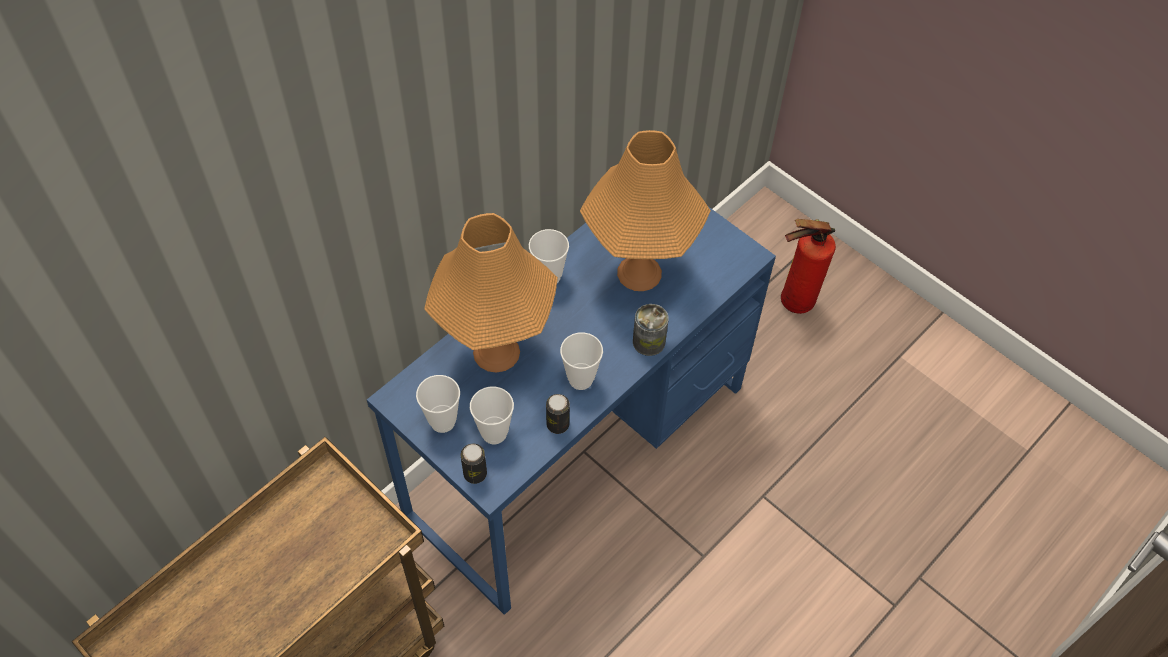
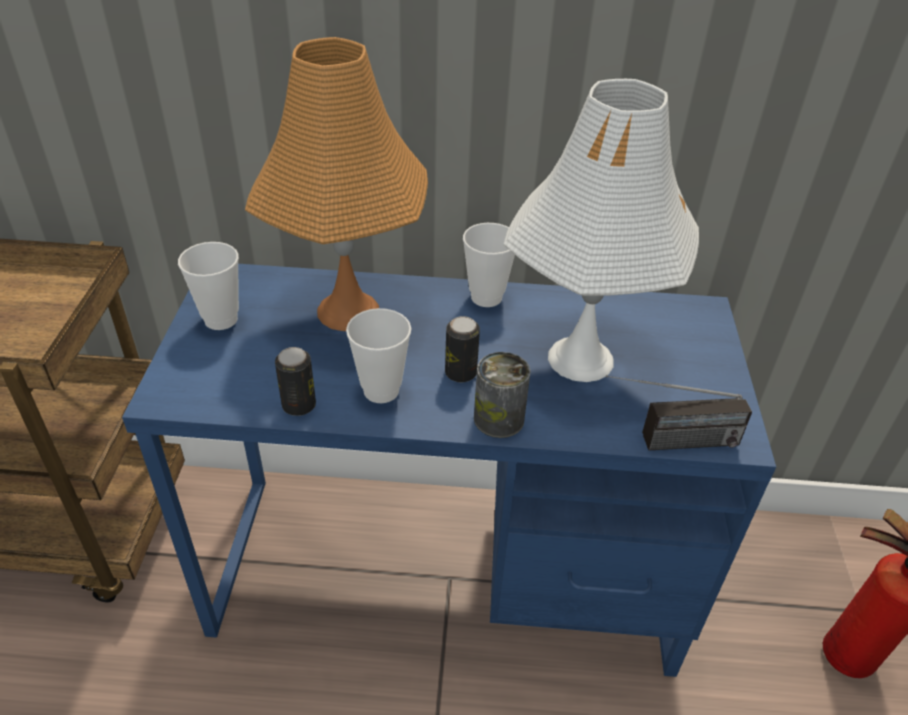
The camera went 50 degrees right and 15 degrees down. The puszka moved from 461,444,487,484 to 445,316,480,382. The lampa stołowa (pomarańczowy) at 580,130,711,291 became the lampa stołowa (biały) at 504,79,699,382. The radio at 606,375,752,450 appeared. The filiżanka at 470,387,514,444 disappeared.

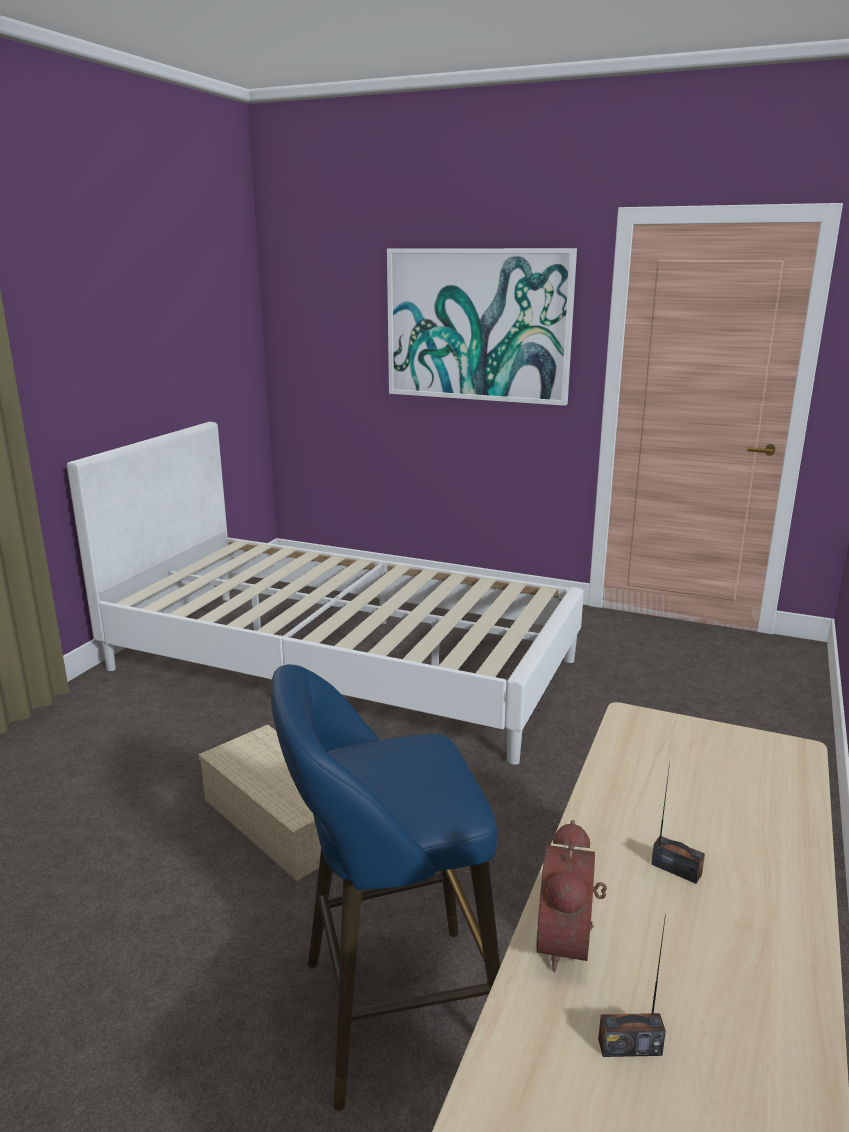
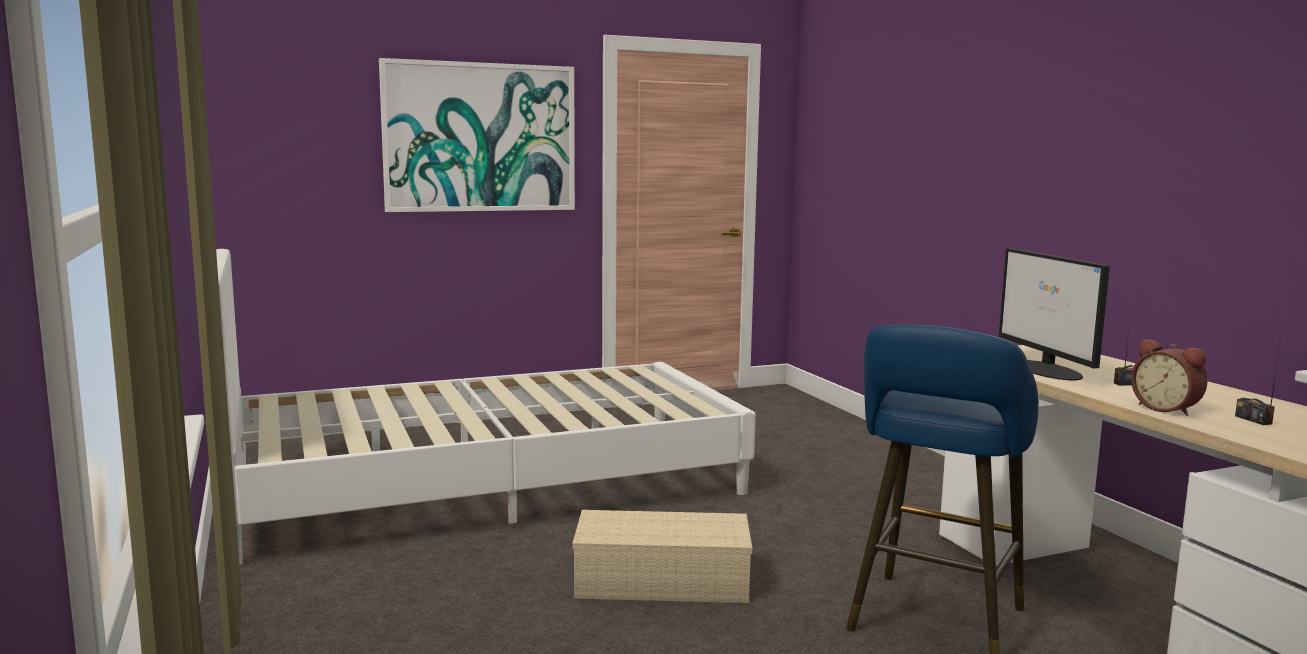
The camera went 45 degrees left and 10 degrees down. The monitor at 999,248,1110,381 appeared. The radio at 598,913,666,1057 turned 120 degrees clockwise.

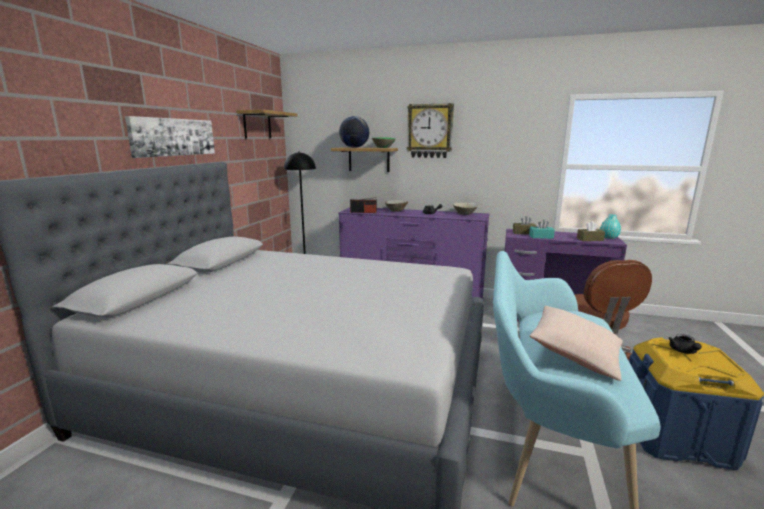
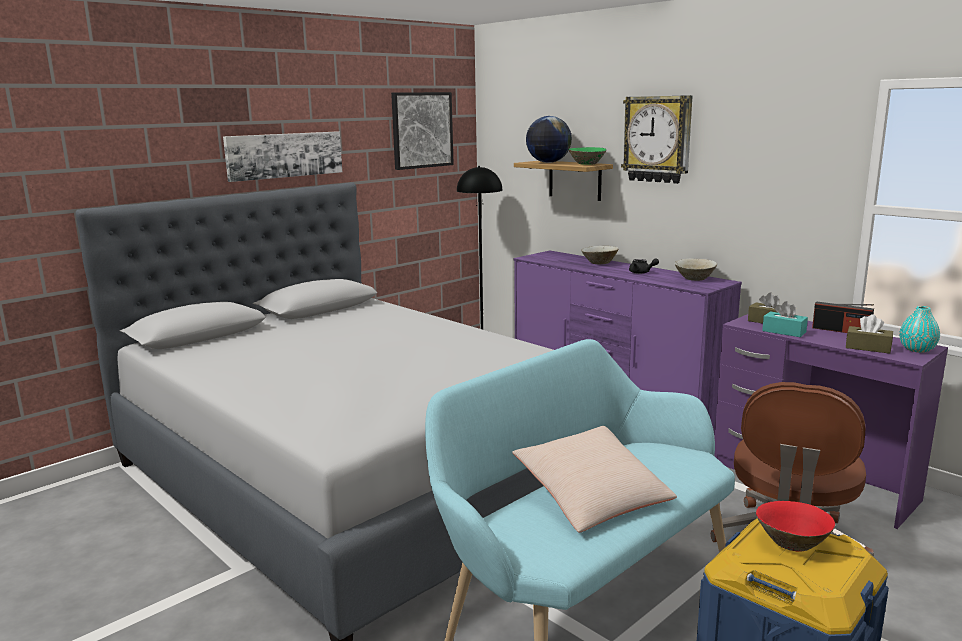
The camera went 30 degrees right and 0 degrees up. The półka at 237,110,298,138 was replaced by the obraz at 391,92,454,170. The imbryk (czarny) at 668,334,702,354 was replaced by the miska (czerwony) at 756,501,835,551. The radio moved from 350,197,377,213 to 812,302,874,333.

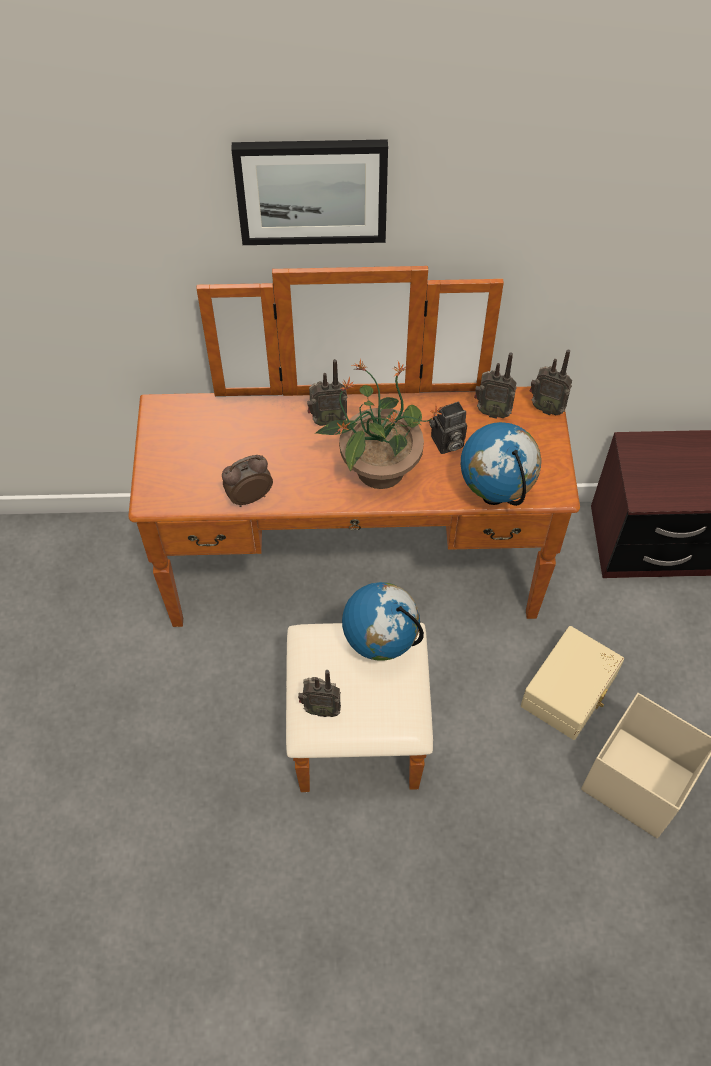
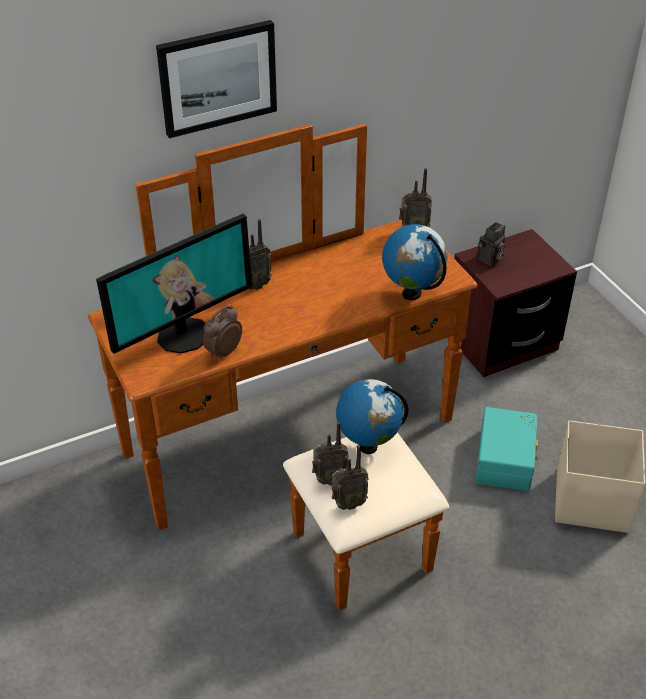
The camera went 25 degrees left and 15 degrees down. The monitor at 96,214,252,354 appeared. The radio moved from 474,353,517,419 to 312,421,349,486. The pojemnik do przechowywania (beżowy) at 521,626,624,740 became the pojemnik do przechowywania (turkusowy) at 476,407,538,491. The aparat fotograficzny moved from 429,401,467,454 to 477,222,505,266. The roślina doniczkowa at 316,358,443,489 disappeared.

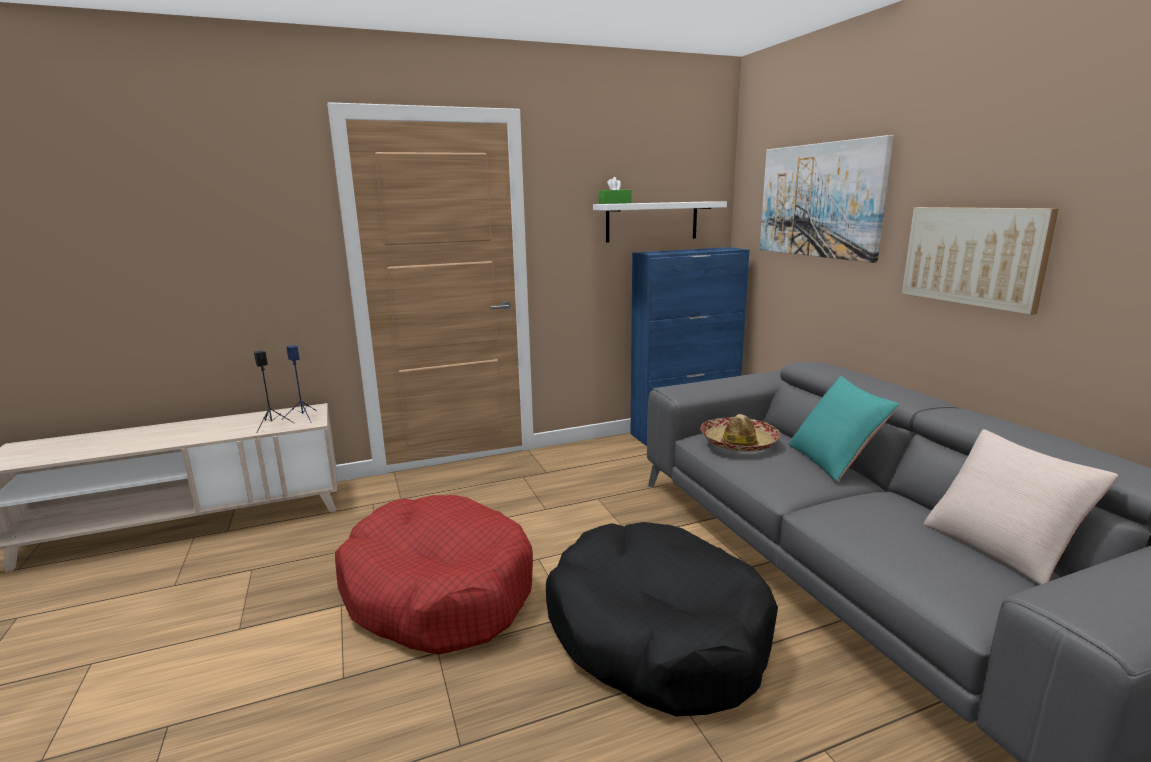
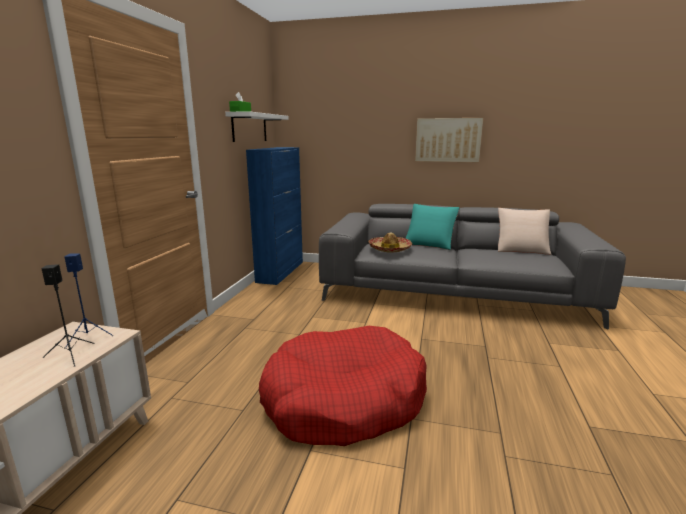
The camera went 55 degrees left and 0 degrees up. The legowisko (czarny) at 546,522,778,717 disappeared. The obraz at 760,135,893,263 disappeared.

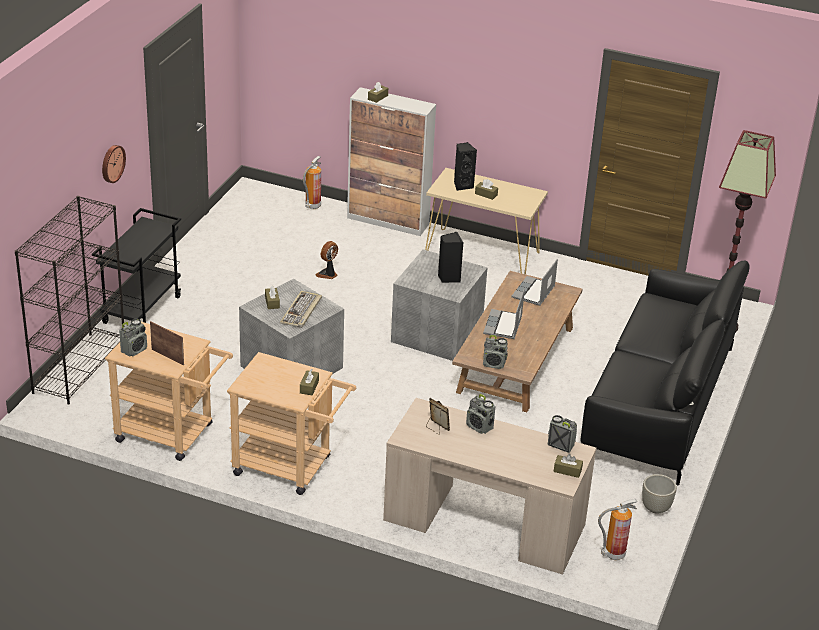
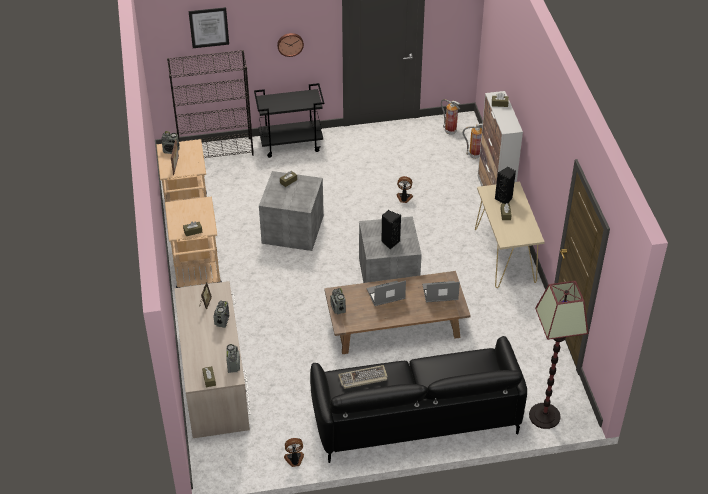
The camera went 60 degrees right and 10 degrees up. The obraz at 188,7,229,48 appeared. The donica (szary) at 642,474,677,514 was replaced by the wentylator at 284,438,304,467. The klawiatura moved from 280,291,322,328 to 338,365,388,389. The gaśnica moved from 598,499,637,560 to 441,99,460,134.

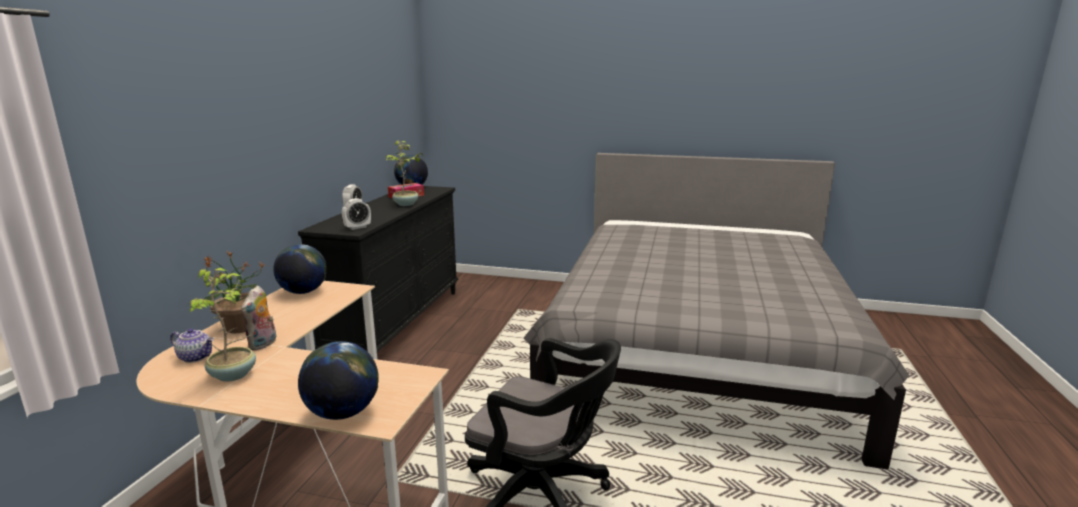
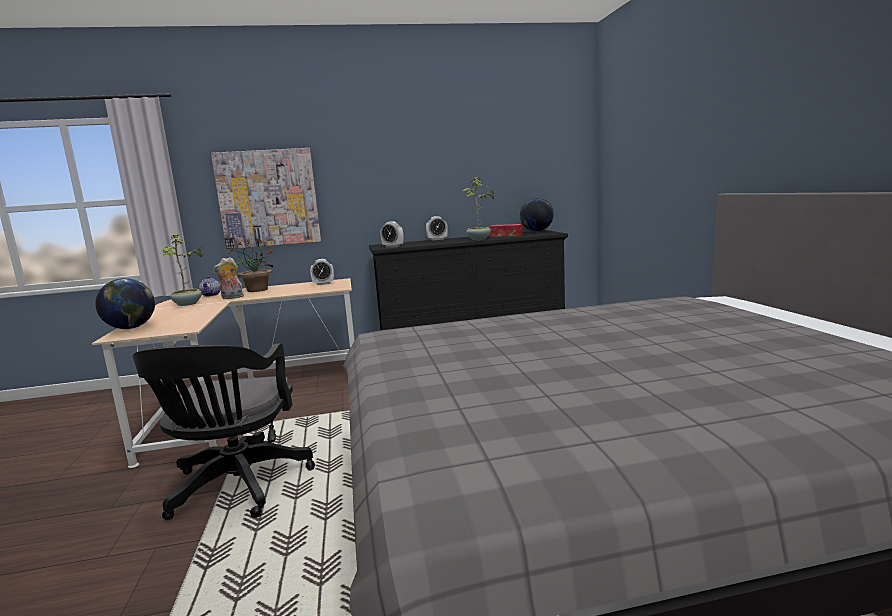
The camera went 65 degrees right and 5 degrees down. The obraz at 211,148,321,249 appeared. The globus at 273,244,327,294 was replaced by the budzik at 310,259,334,285.

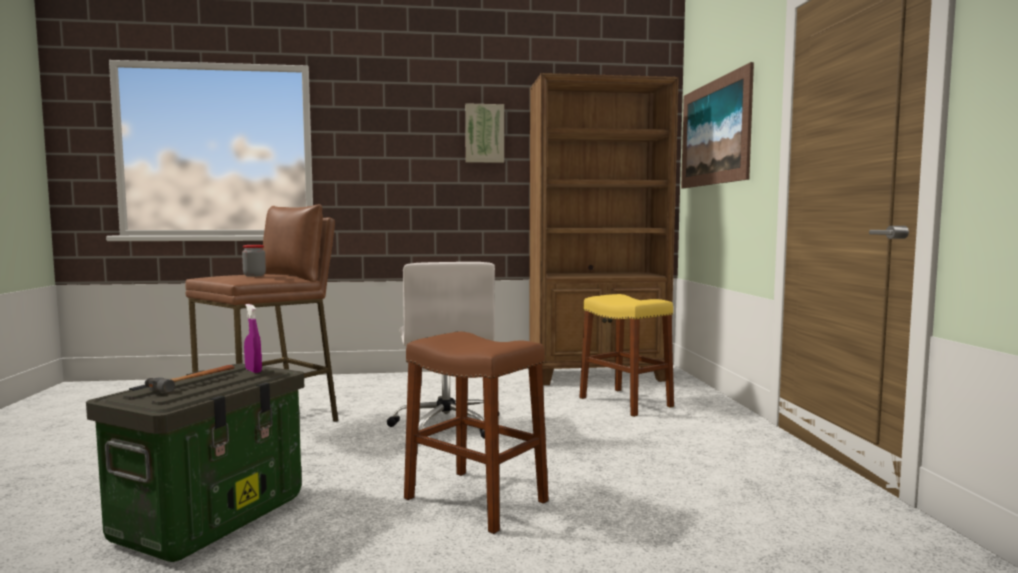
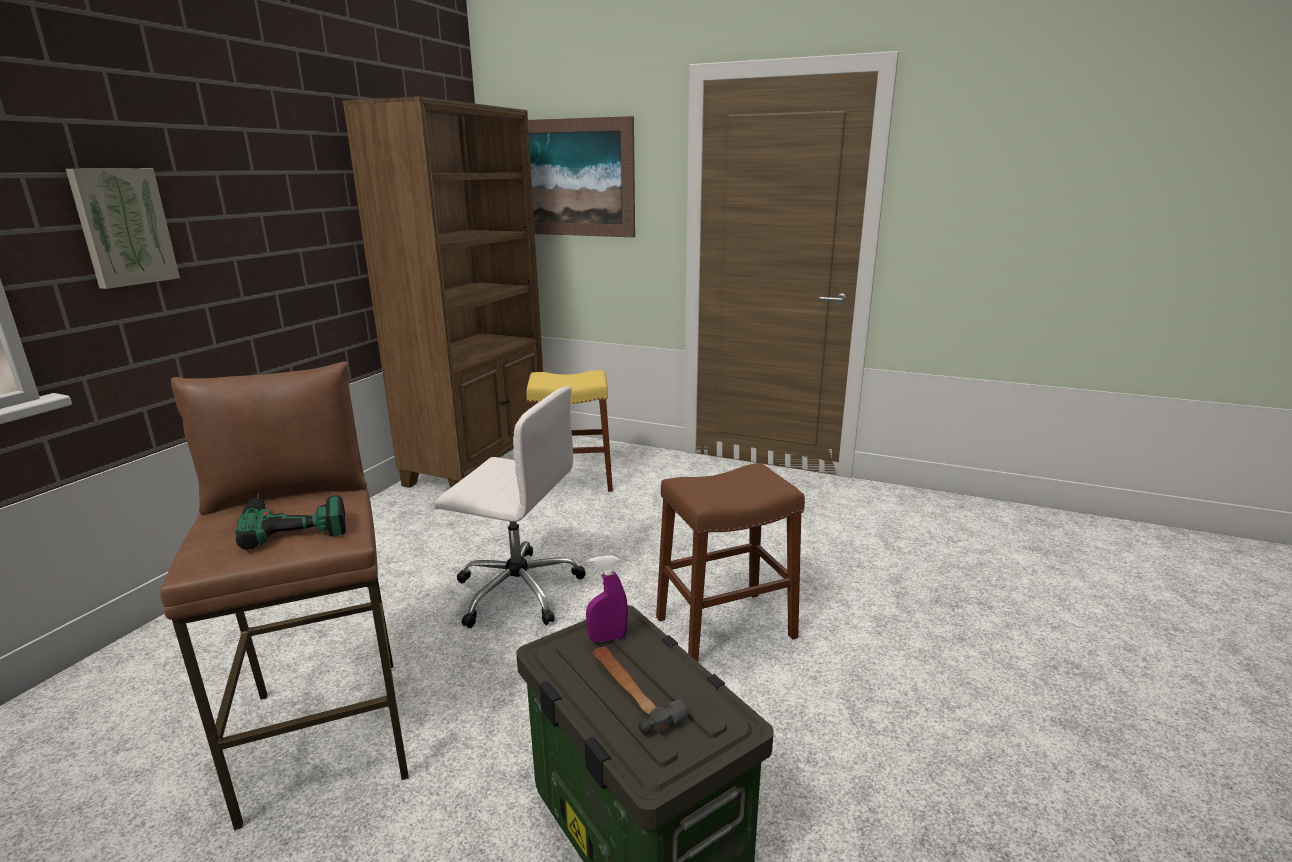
The camera went 60 degrees left and 15 degrees up. The obraz moved from 465,103,504,163 to 66,168,180,289. The słoik at 242,245,266,277 was replaced by the wiertarka at 235,494,346,550.

